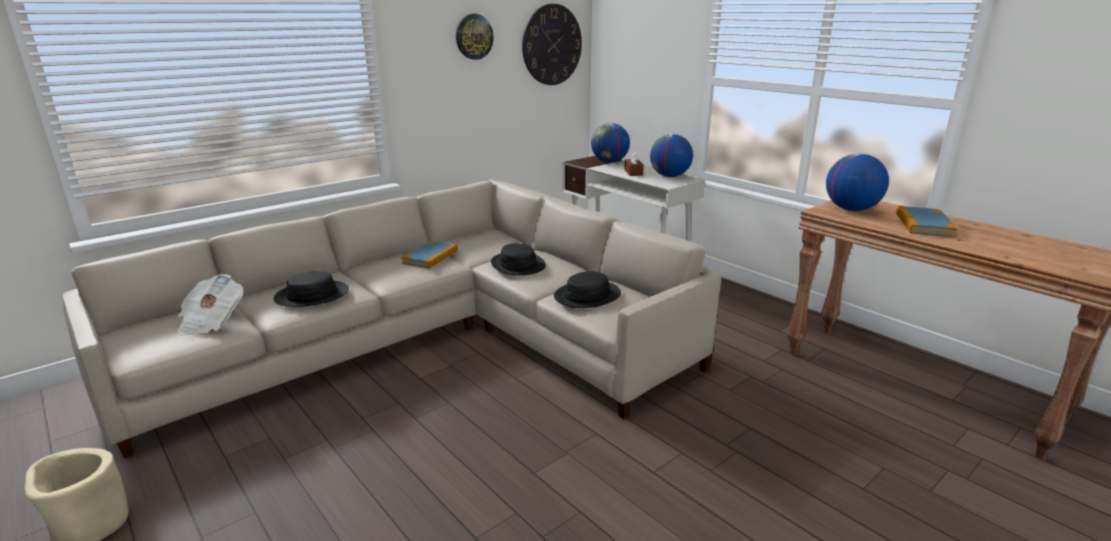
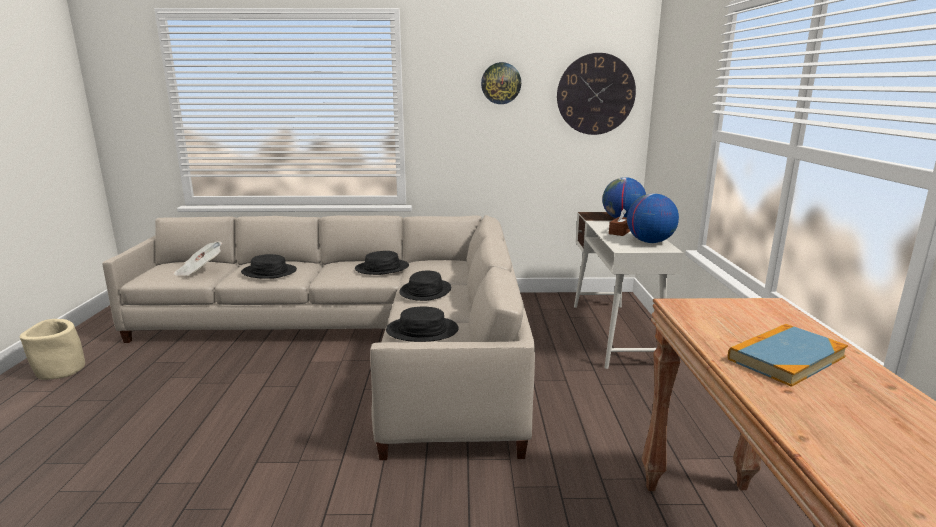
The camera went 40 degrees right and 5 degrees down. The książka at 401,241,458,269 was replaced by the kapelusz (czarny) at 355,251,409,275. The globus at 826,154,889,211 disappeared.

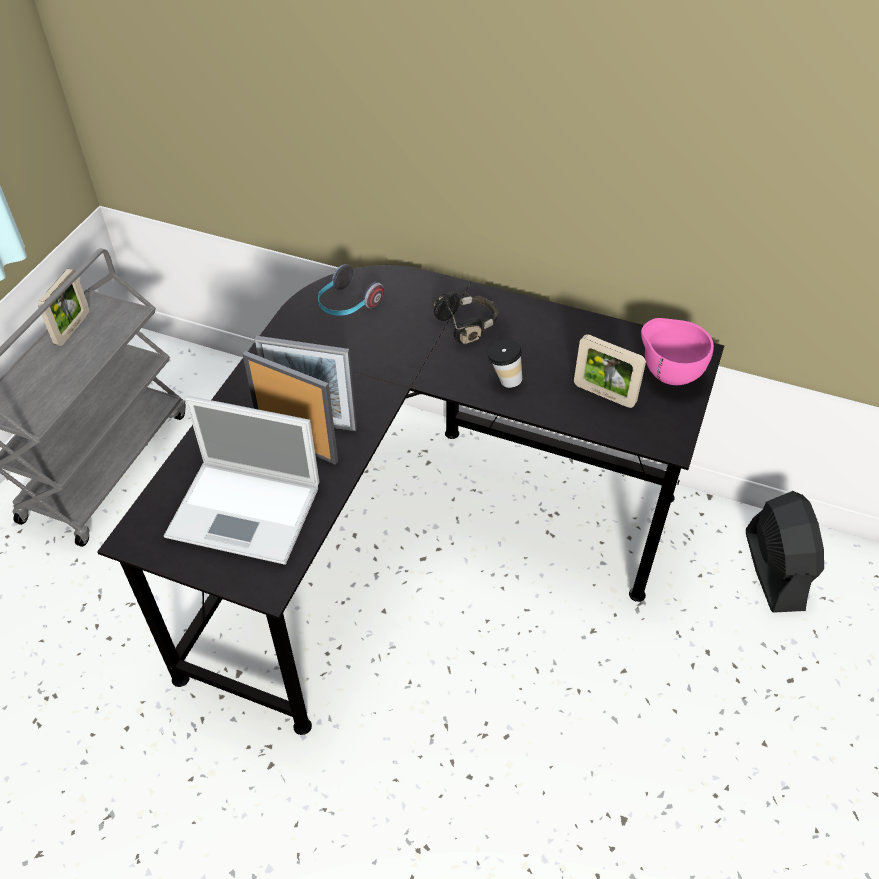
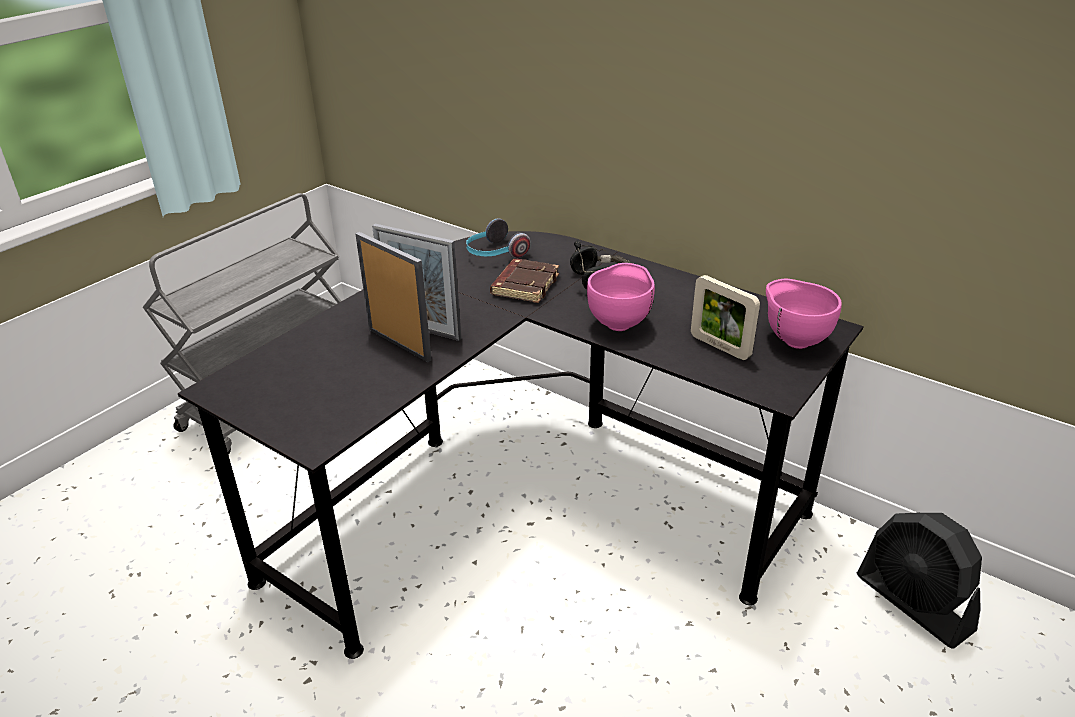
The camera went 15 degrees right and 15 degrees down. The książka (brązowy) at 490,259,559,303 appeared. The filiżanka at 487,339,522,388 was replaced by the miska (różowy) at 587,263,655,331. The wentylator (czarny) at 746,491,824,613 turned 135 degrees clockwise. The ramka na zdjęcie at 38,269,89,346 disappeared. The laptop at 164,396,319,565 disappeared.

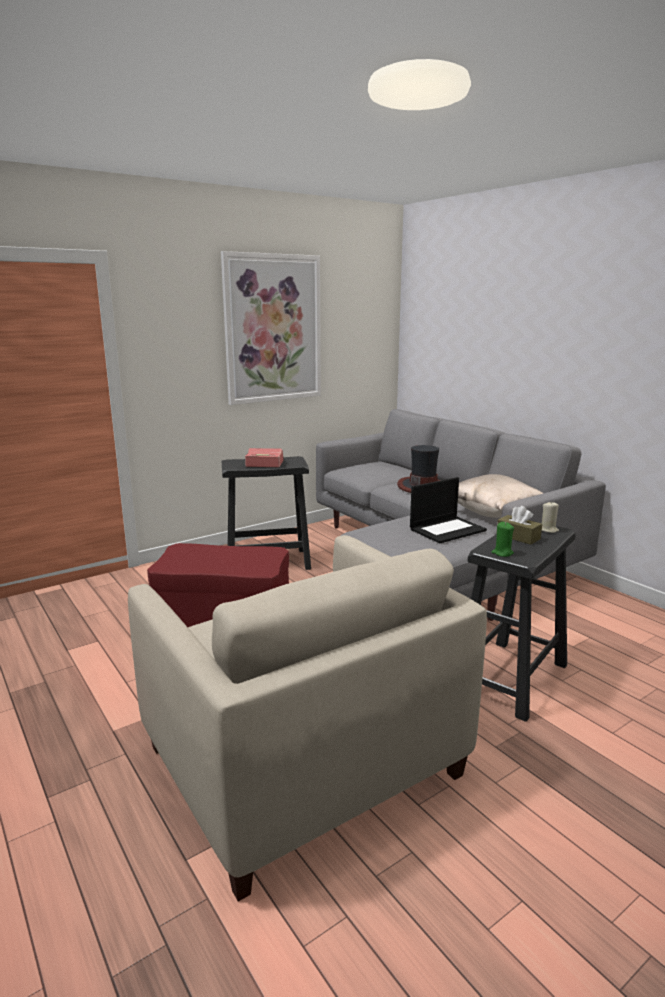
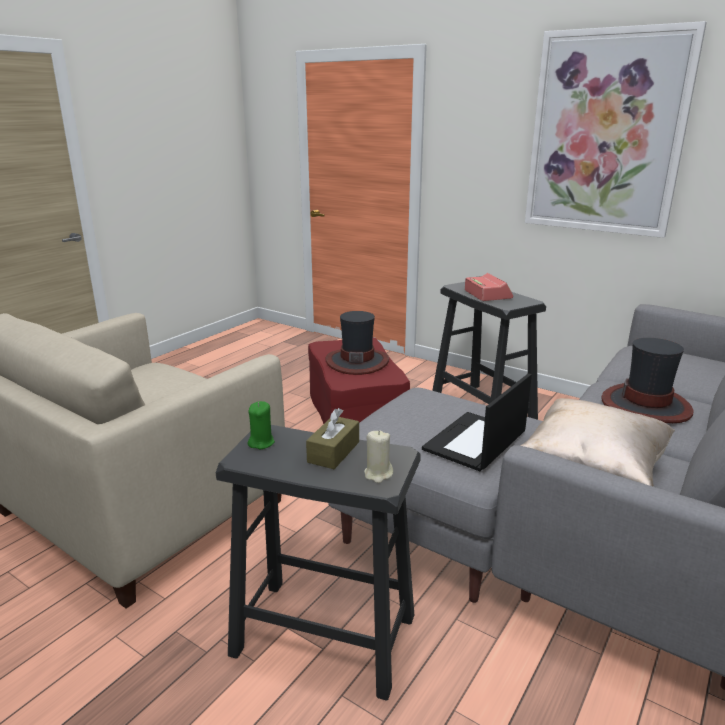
The camera went 70 degrees right and 5 degrees up. The kapelusz at 325,311,389,375 appeared. The laptop at 410,477,487,544 turned 90 degrees clockwise.

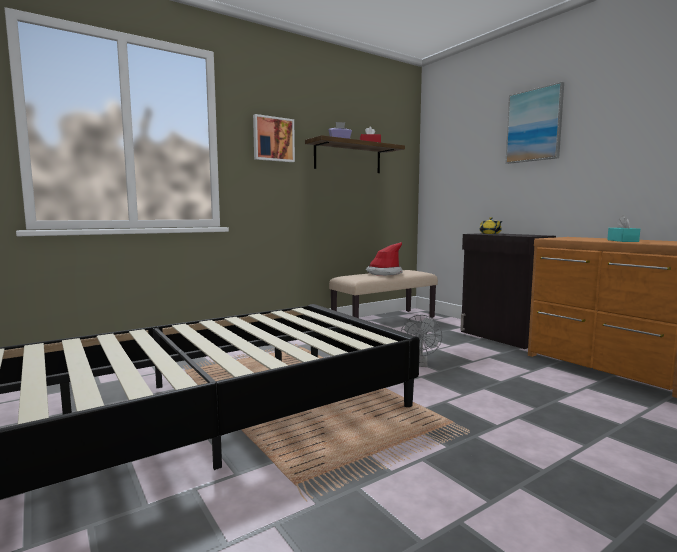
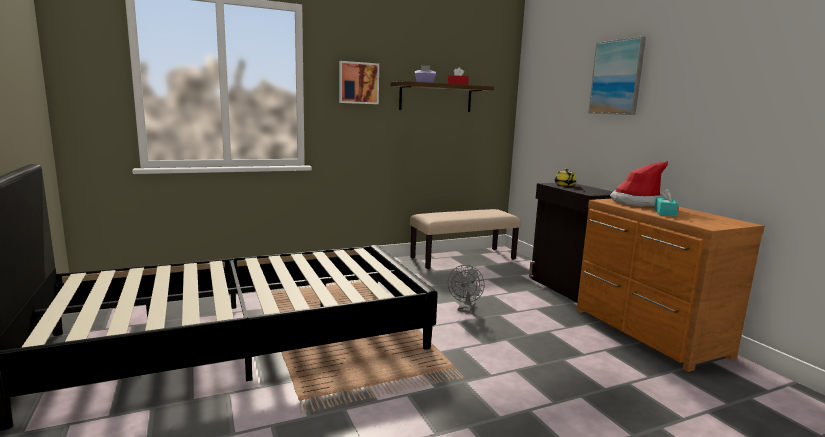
The camera went 10 degrees right and 5 degrees up. The kapelusz moved from 366,242,403,276 to 610,161,668,207.

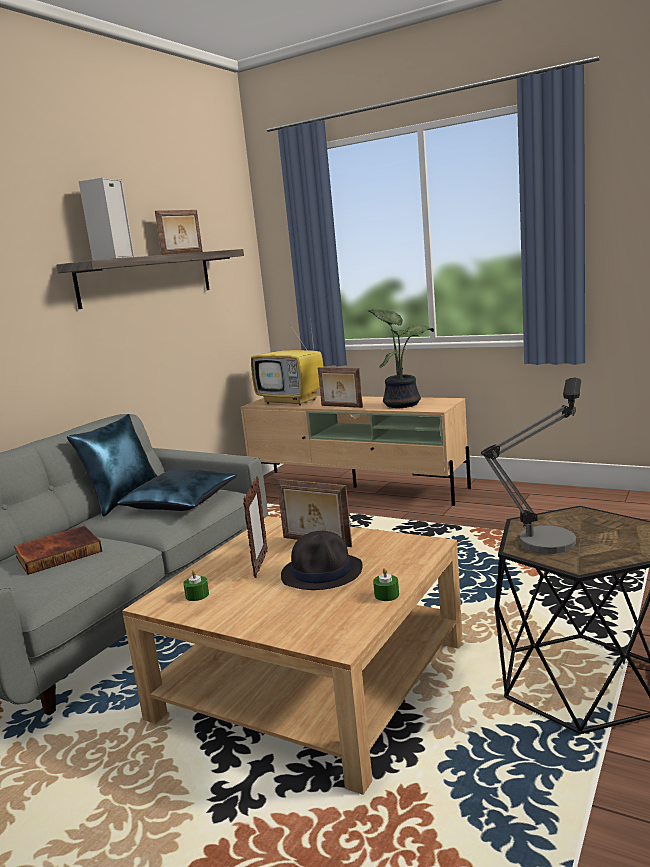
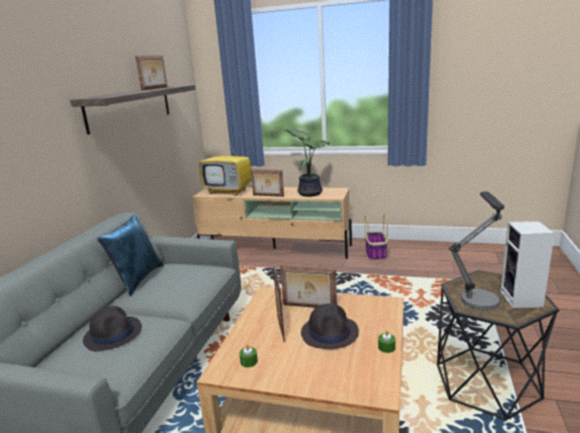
The camera went 15 degrees left and 5 degrees up. The książka at 14,525,102,575 was replaced by the kapelusz (czarny) at 83,306,142,352. The koszyk at 365,214,388,261 appeared. The głośnik moved from 79,178,134,260 to 500,221,555,308. The poduszka (niebieski) at 118,469,237,511 disappeared.

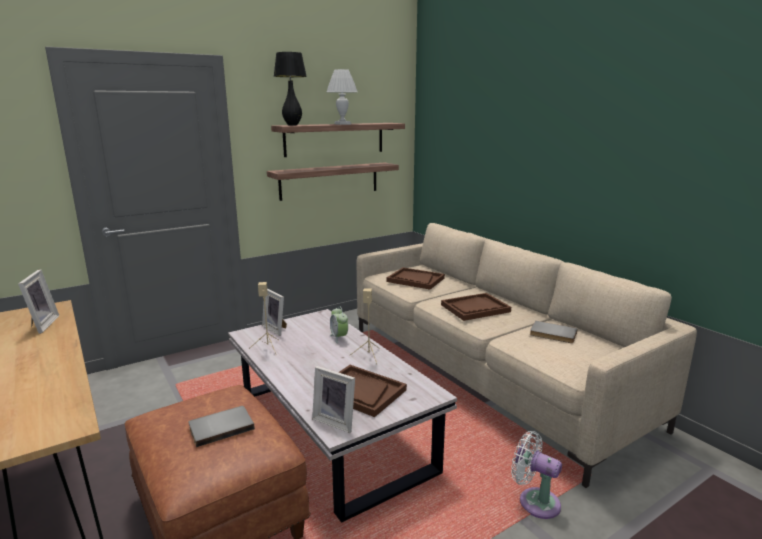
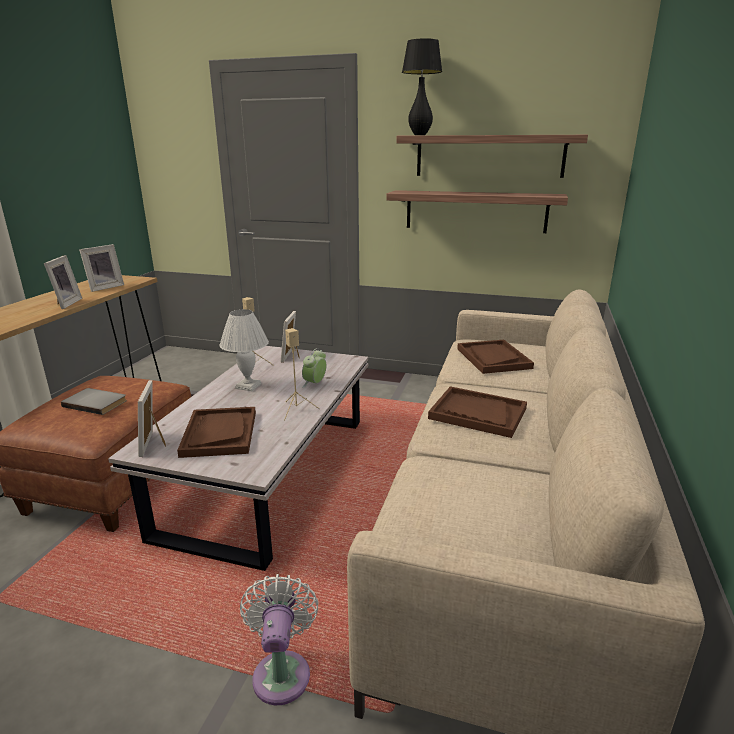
The camera went 50 degrees right and 5 degrees up. The ramka na zdjęcie at 44,255,82,309 appeared. The lampa stołowa (biały) moved from 326,69,358,125 to 219,309,269,391. The książka (szary) at 530,321,578,343 disappeared.

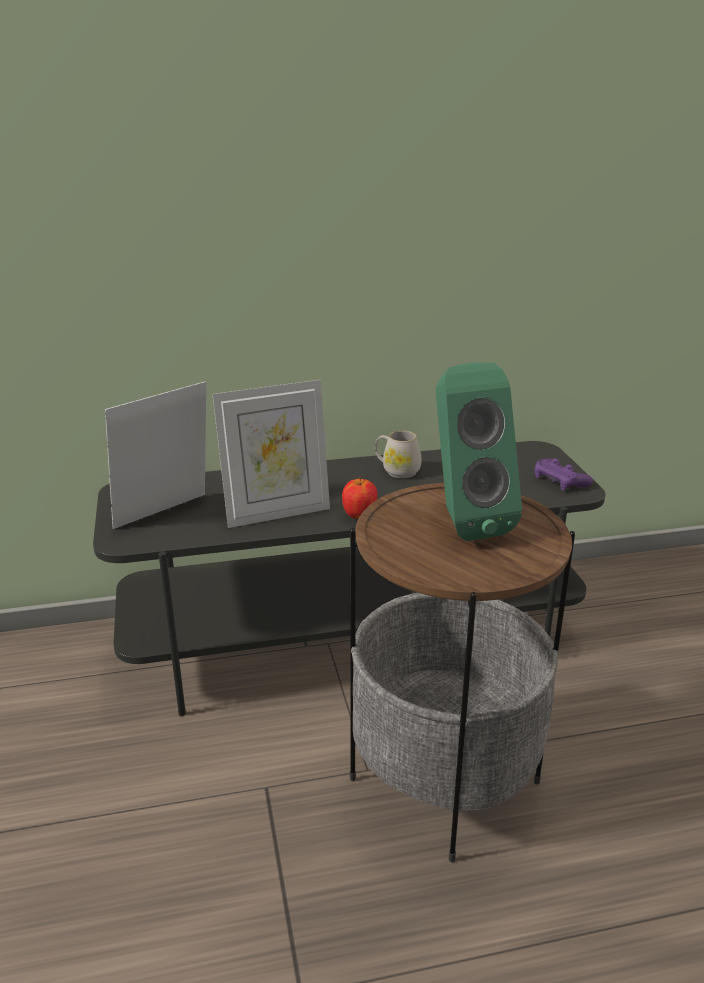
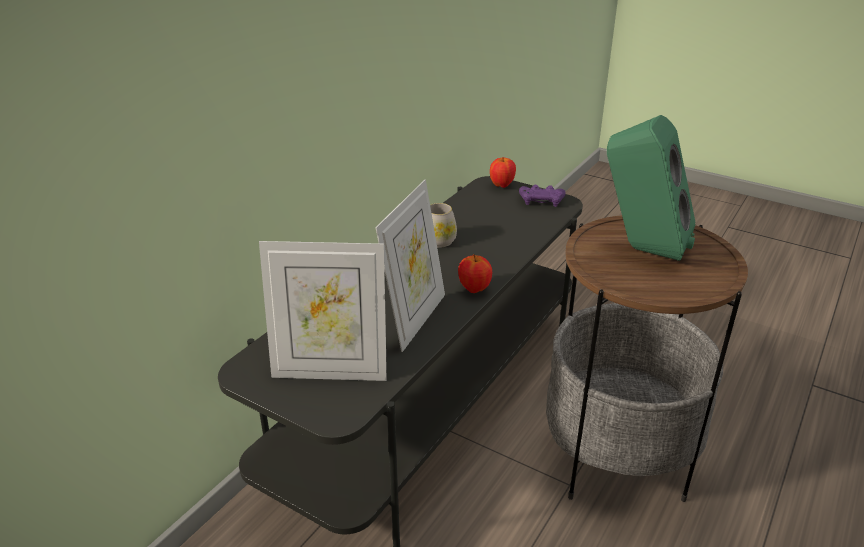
The camera went 45 degrees left and 5 degrees up. The ramka na zdjęcie at 105,381,206,529 turned 90 degrees counterclockwise. The jabłko at 490,157,516,188 appeared.

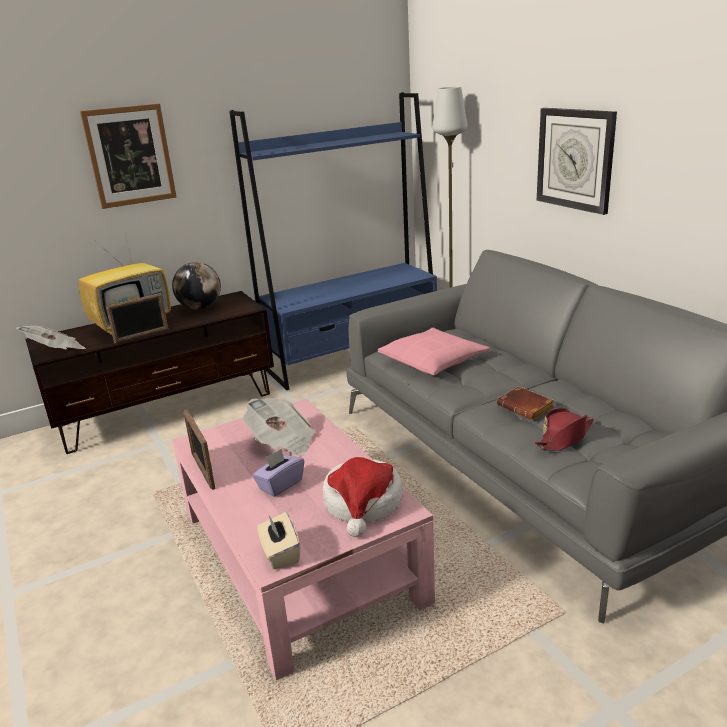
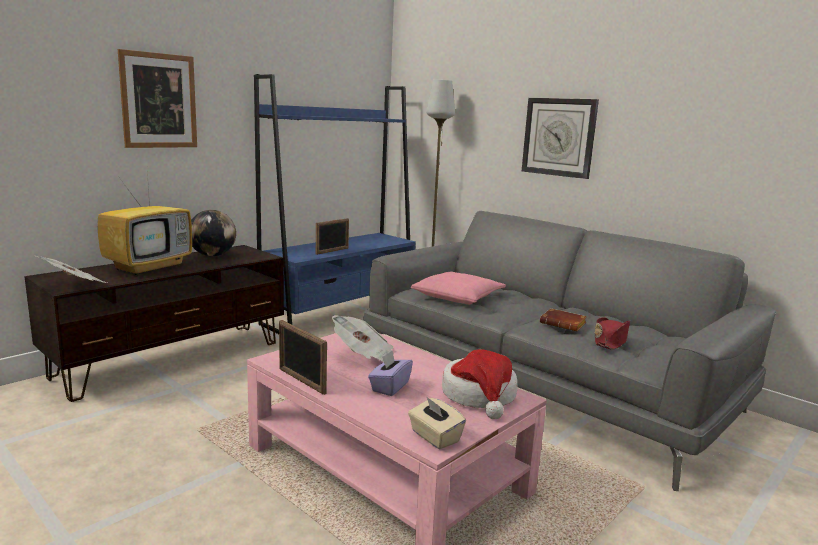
The camera went 20 degrees left and 10 degrees down. The ramka na zdjęcie moved from 106,293,169,343 to 316,218,349,255.

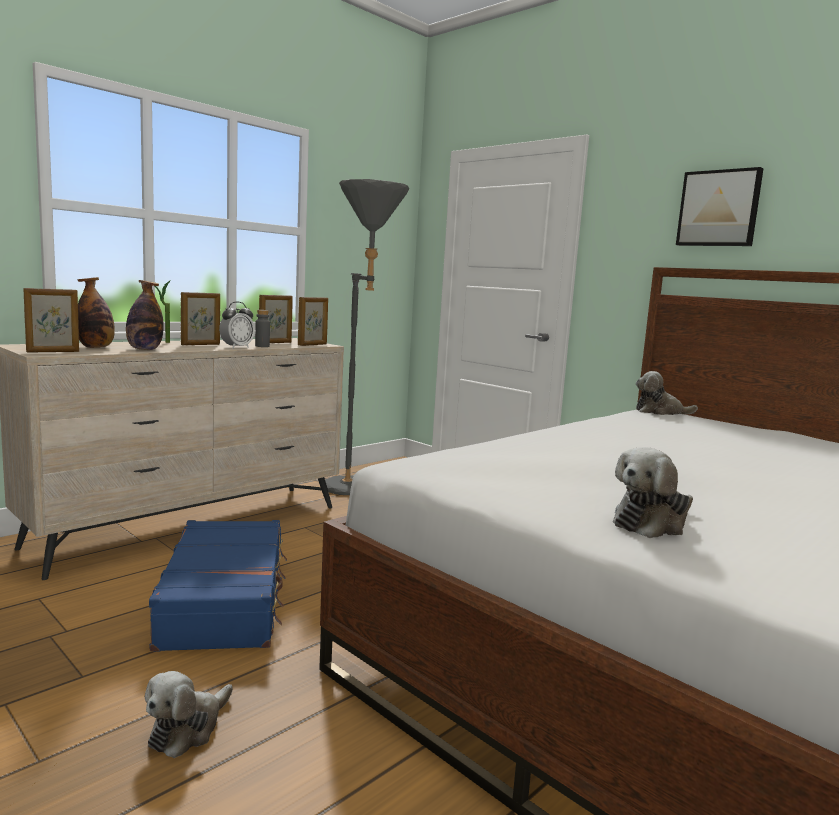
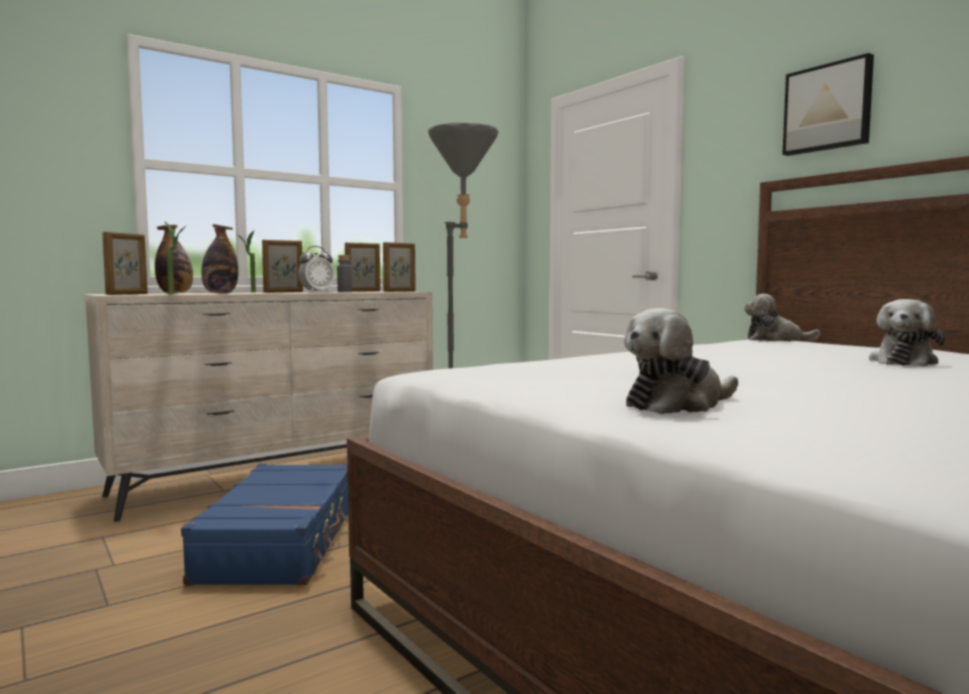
The camera went 10 degrees right and 5 degrees down. The ramka na zdjęcie at 23,288,79,352 turned 45 degrees counterclockwise. The roślina doniczkowa at 164,221,187,295 appeared. The pluszak moved from 145,671,233,758 to 869,299,946,367.

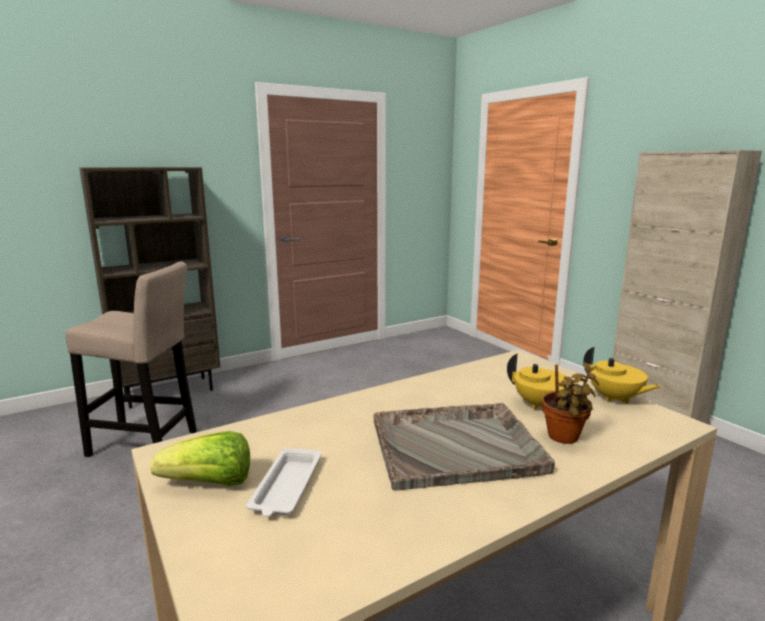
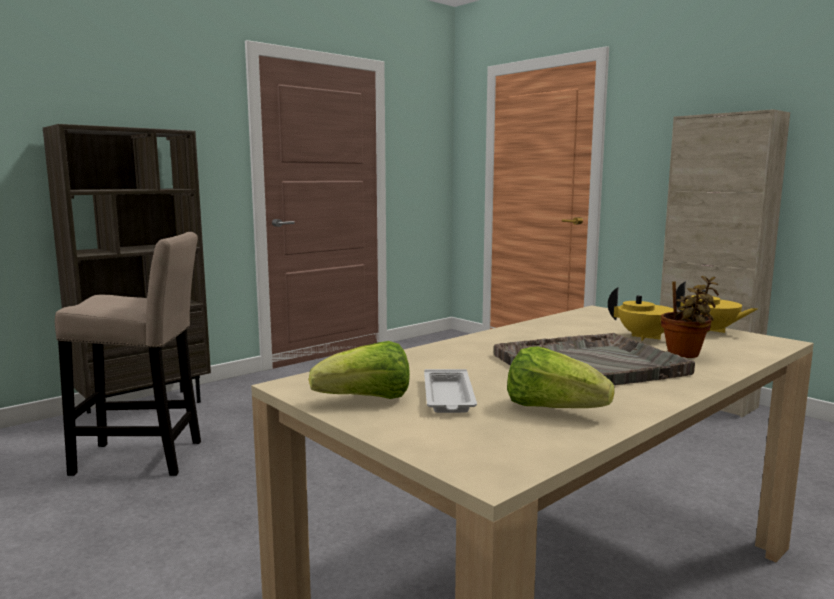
The camera went 10 degrees left and 5 degrees down. The sałata at 507,346,615,408 appeared.

